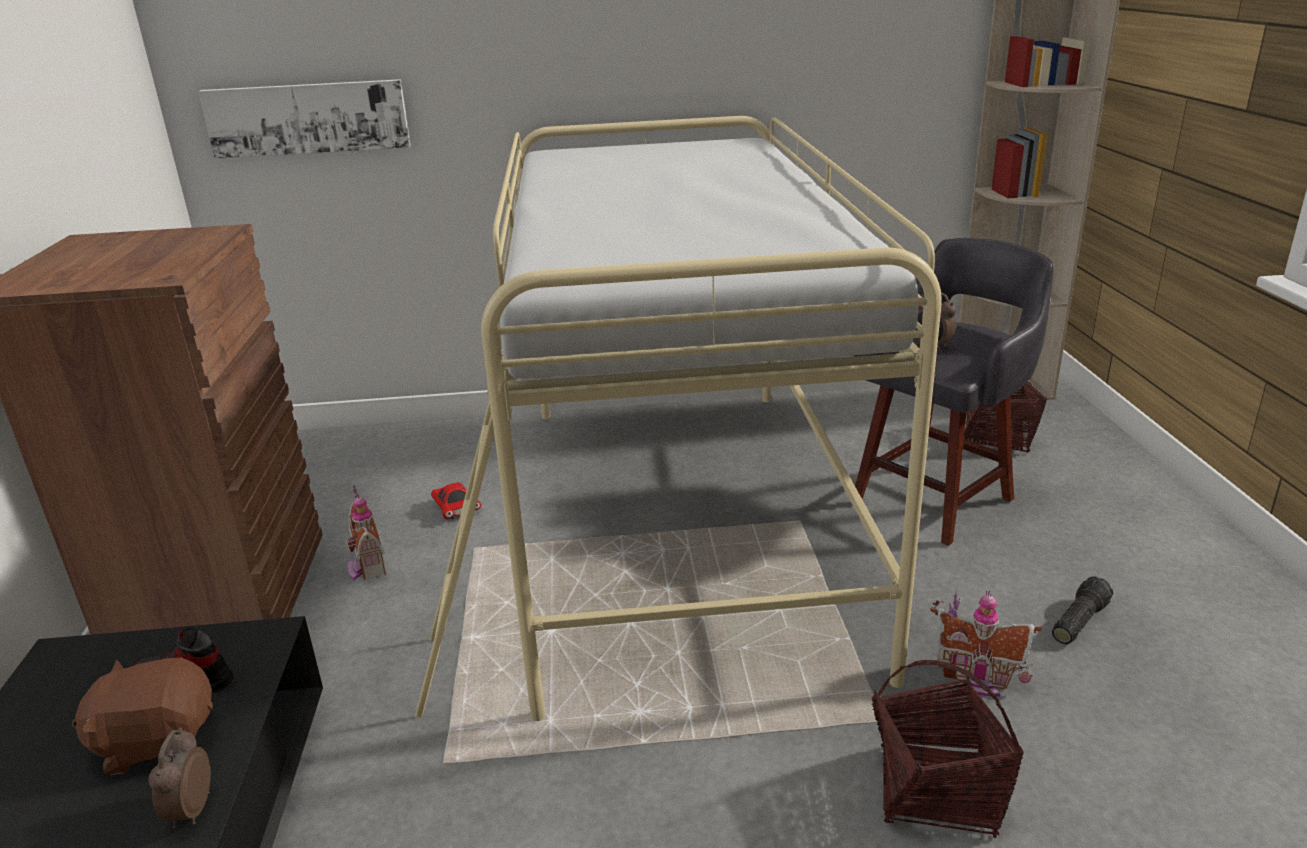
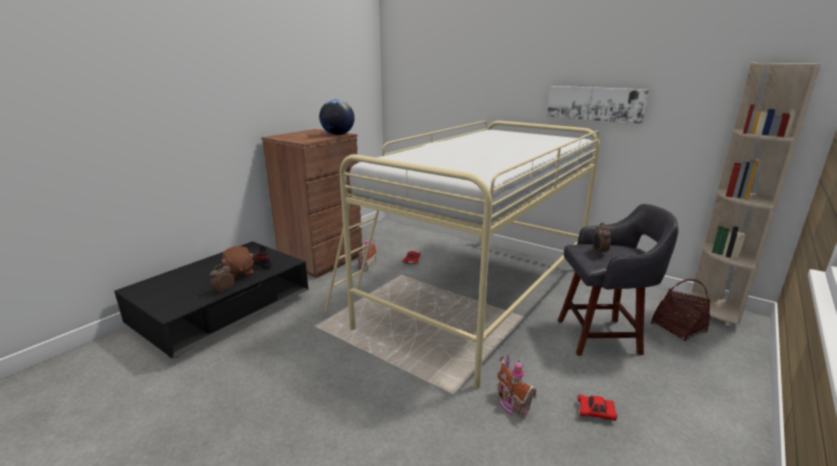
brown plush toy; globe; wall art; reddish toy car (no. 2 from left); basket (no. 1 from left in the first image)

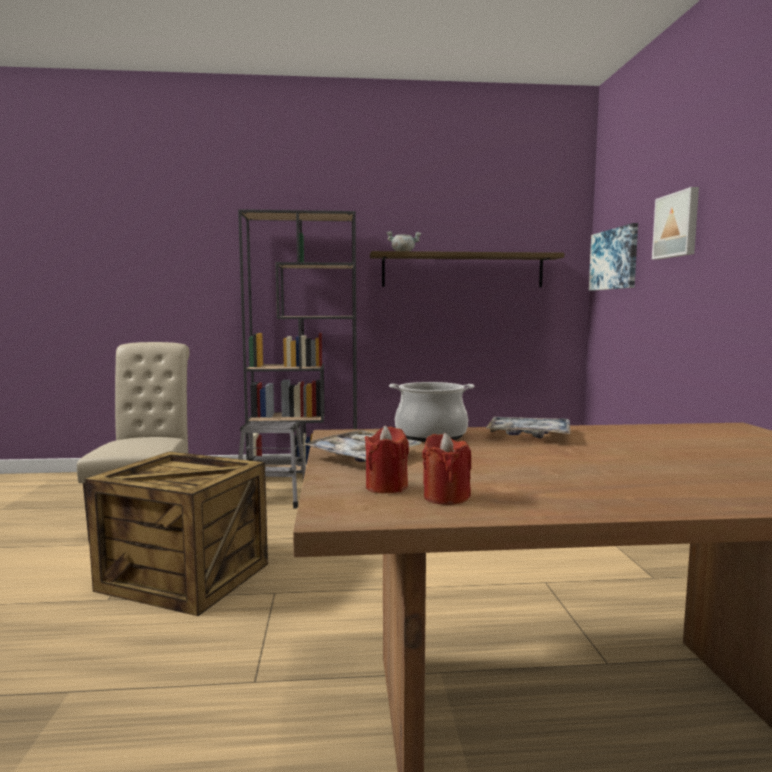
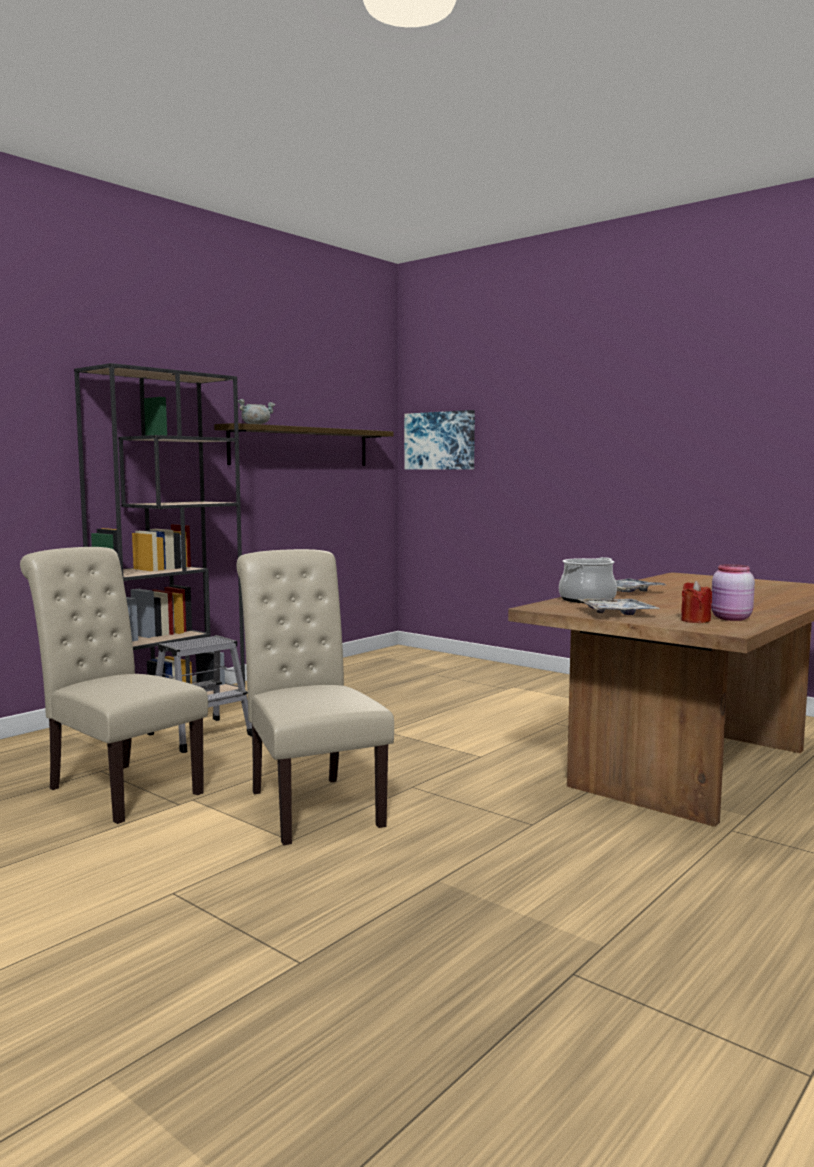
beige plain chair (no. 2 from left); pinkish storage jar; wall art (no. 2 from left in the first image)

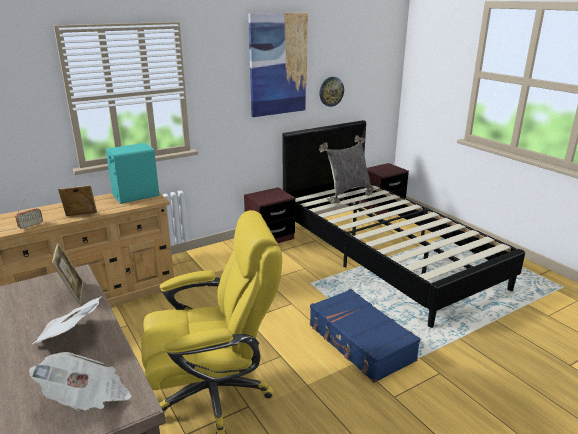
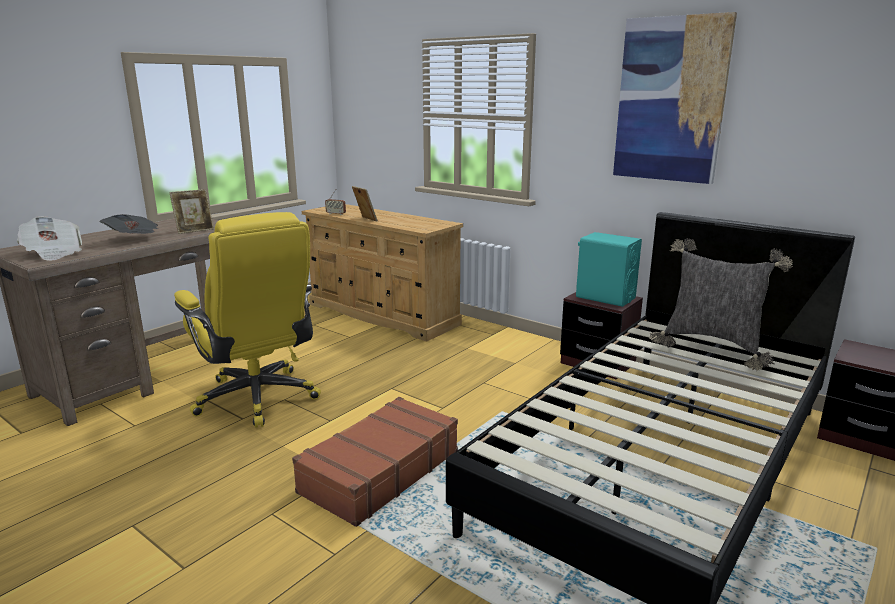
brown suitcase; blue-green speaker; clock on the wall

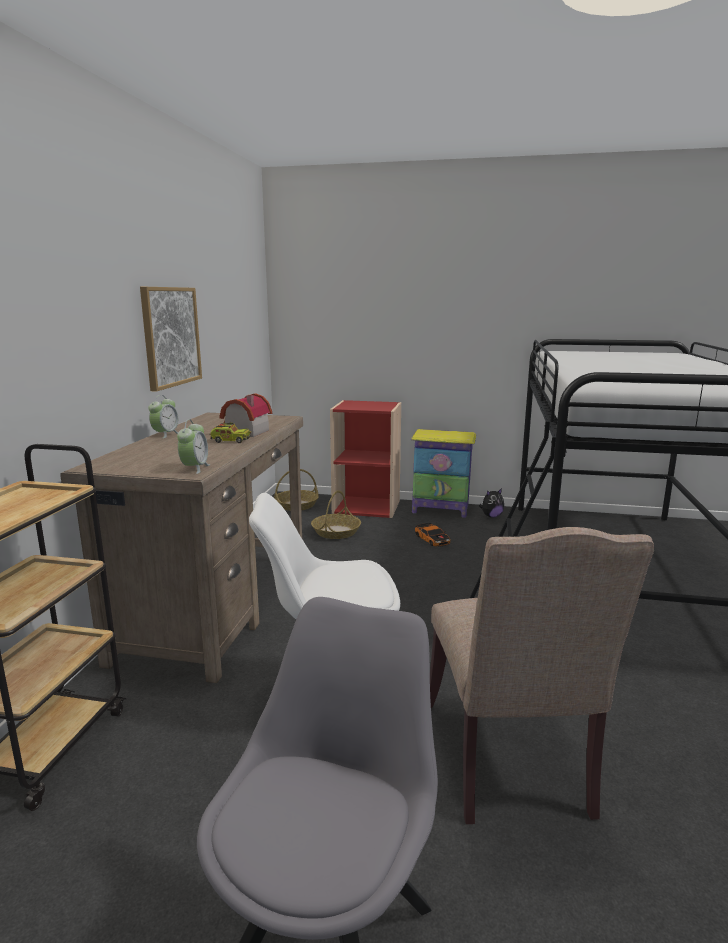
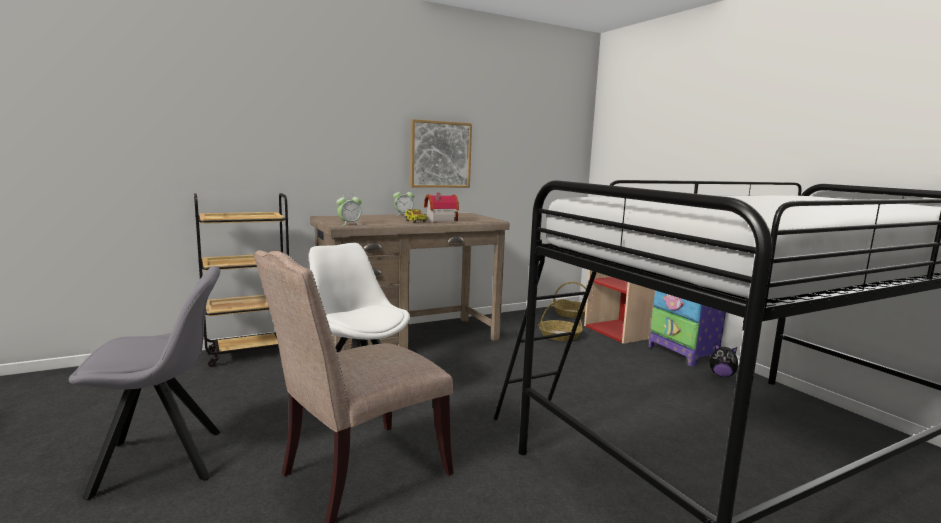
toy car

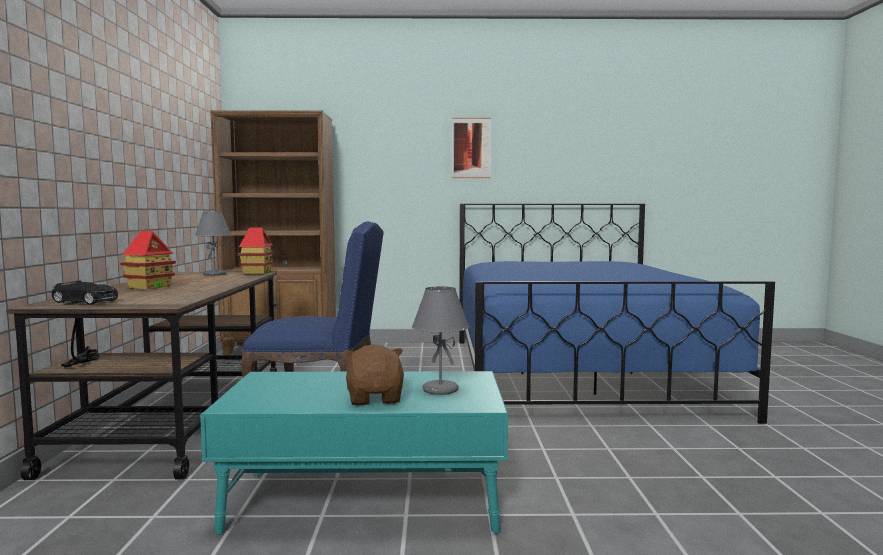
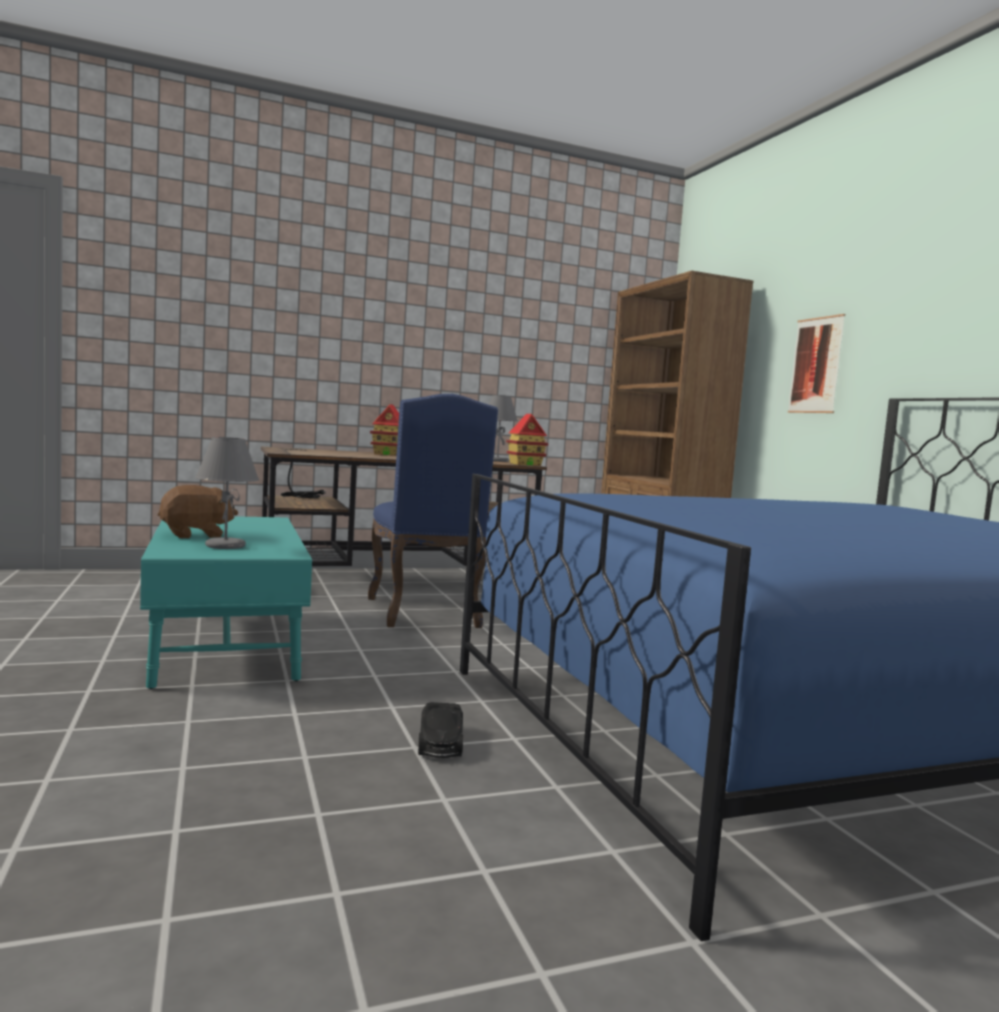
black toy car; wall art

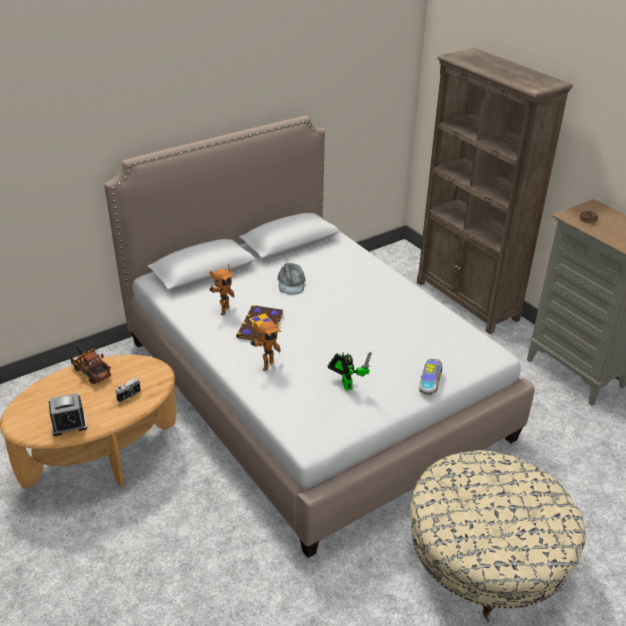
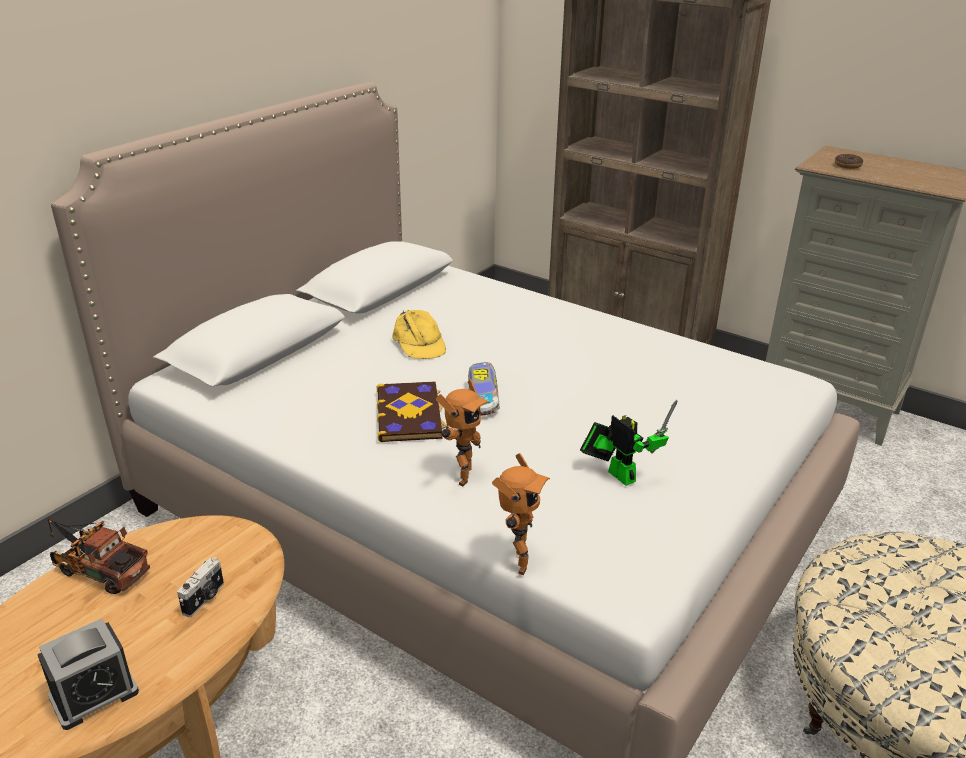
yellowish baseball cap; toy car; robot figure (no. 2 from left)

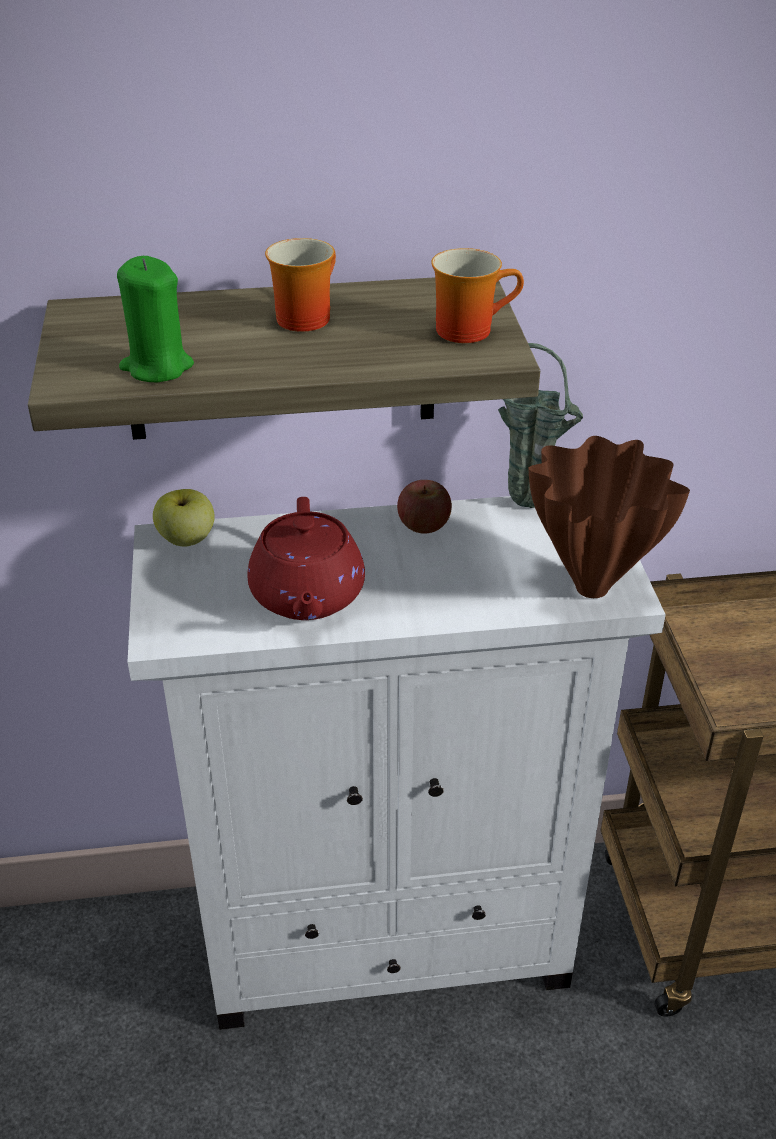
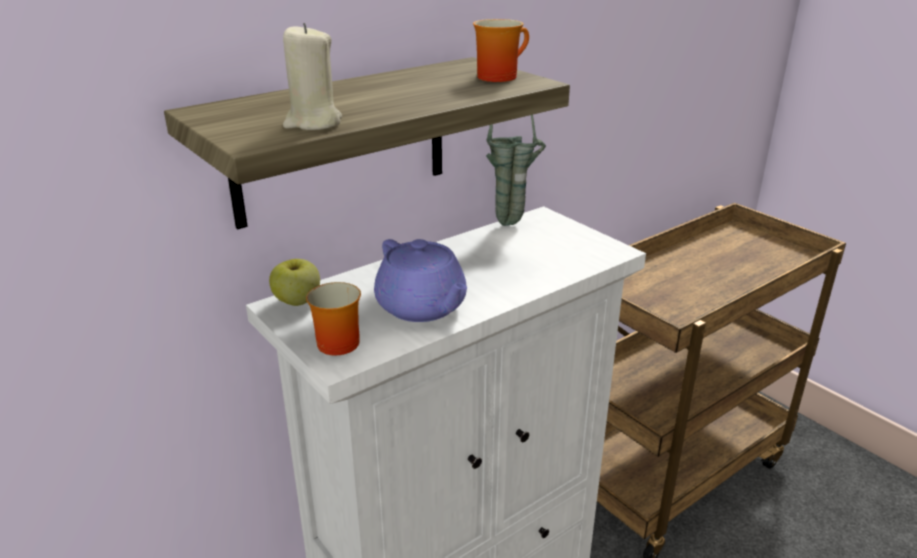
beige candle; tea mug (no. 1 from left); purple tea pot; whole apple (no. 2 from left in the first image); brown vase

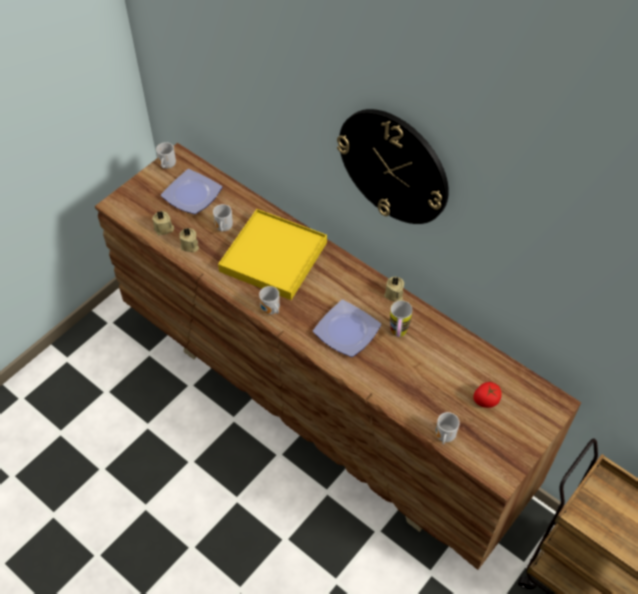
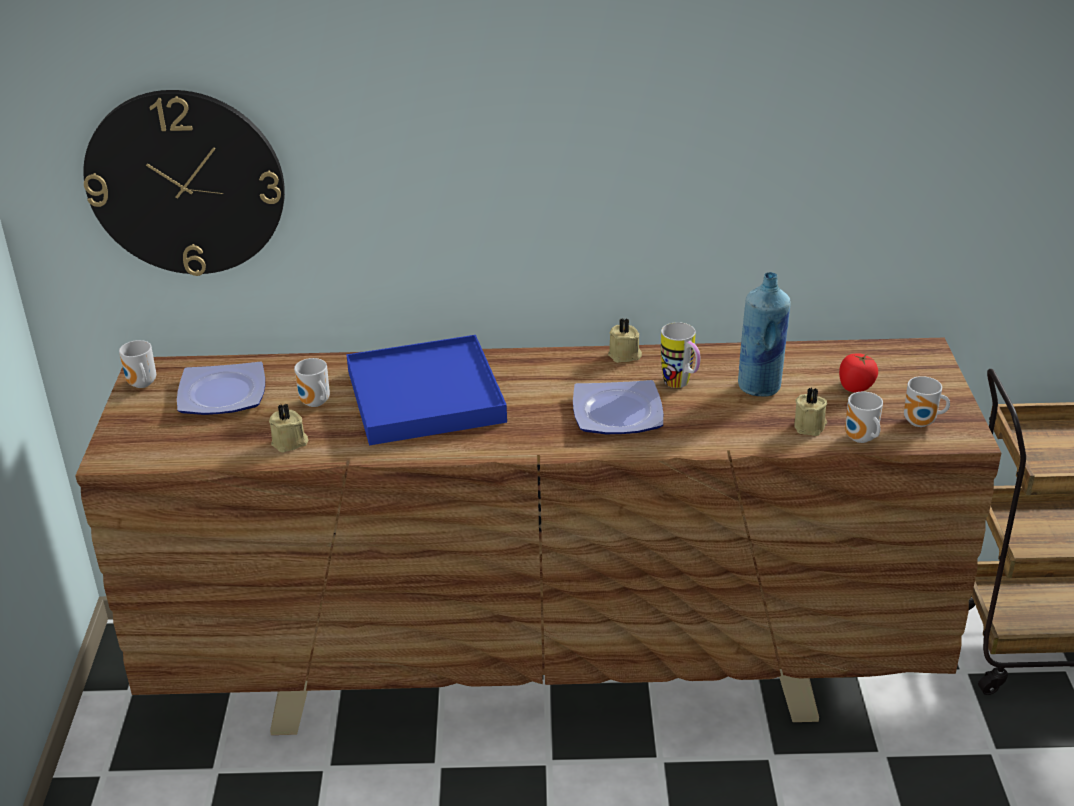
clock on the wall; blue tray; blue bottle; beige candle (no. 3 from left); tea mug (no. 5 from left)

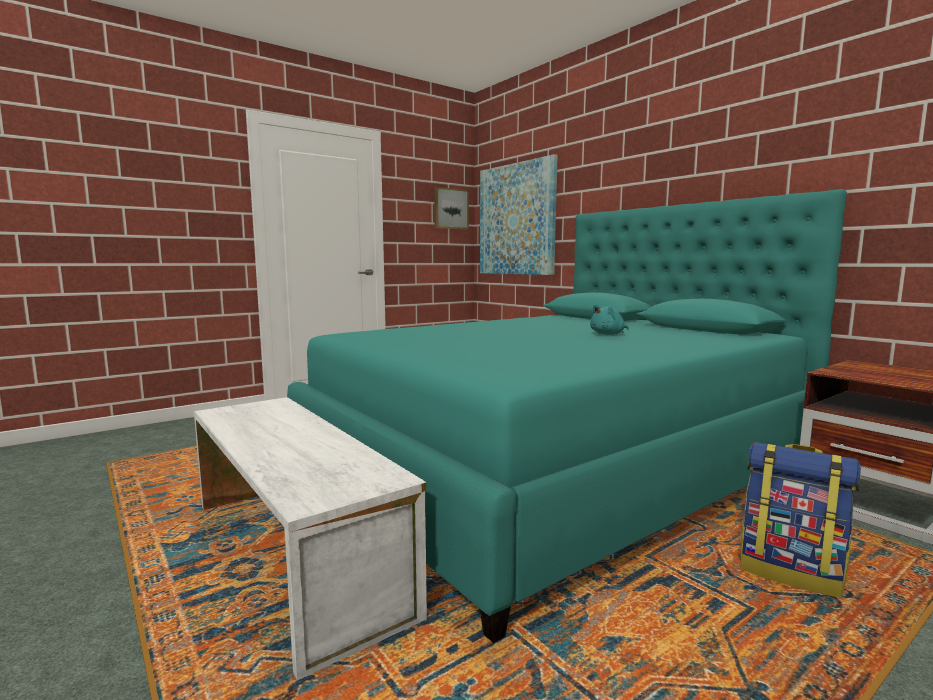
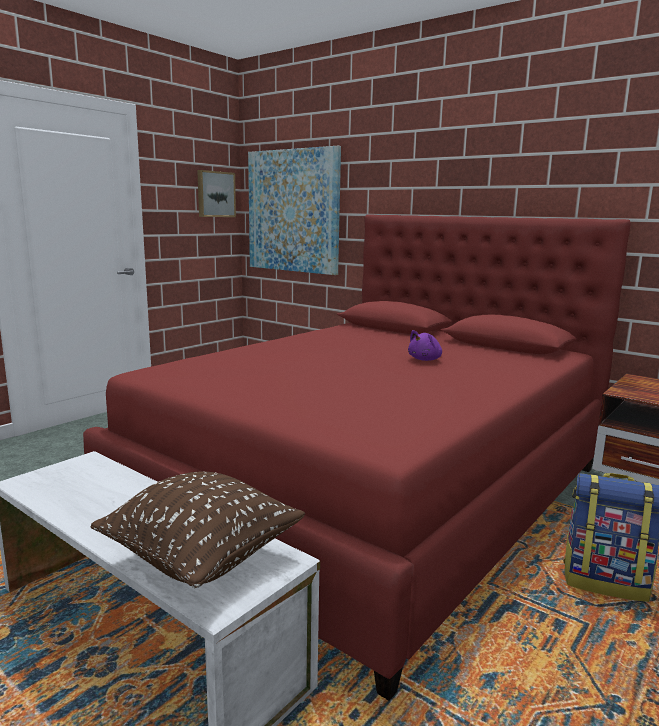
reddish bed; brown throw pillow; purple plush toy

